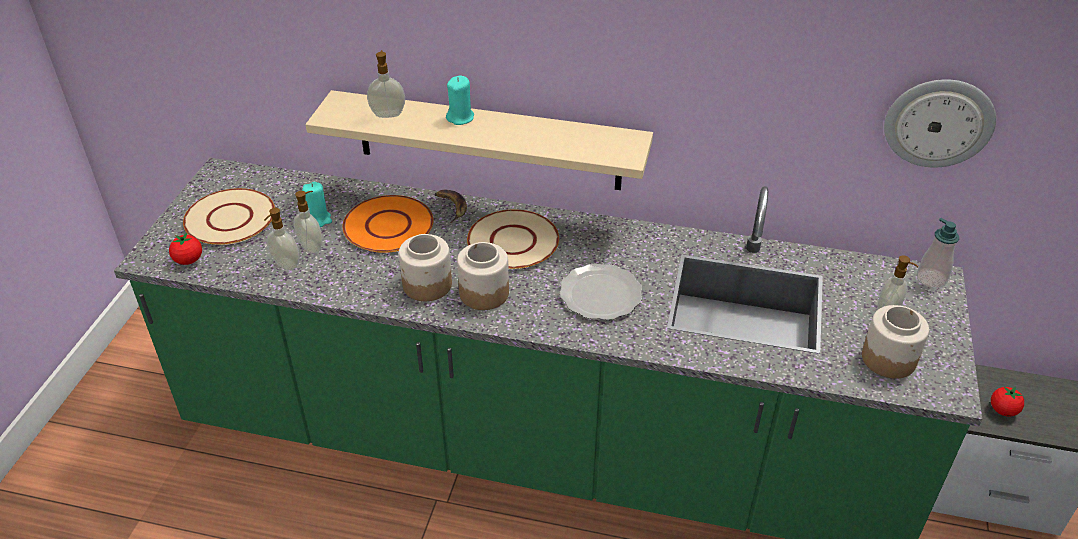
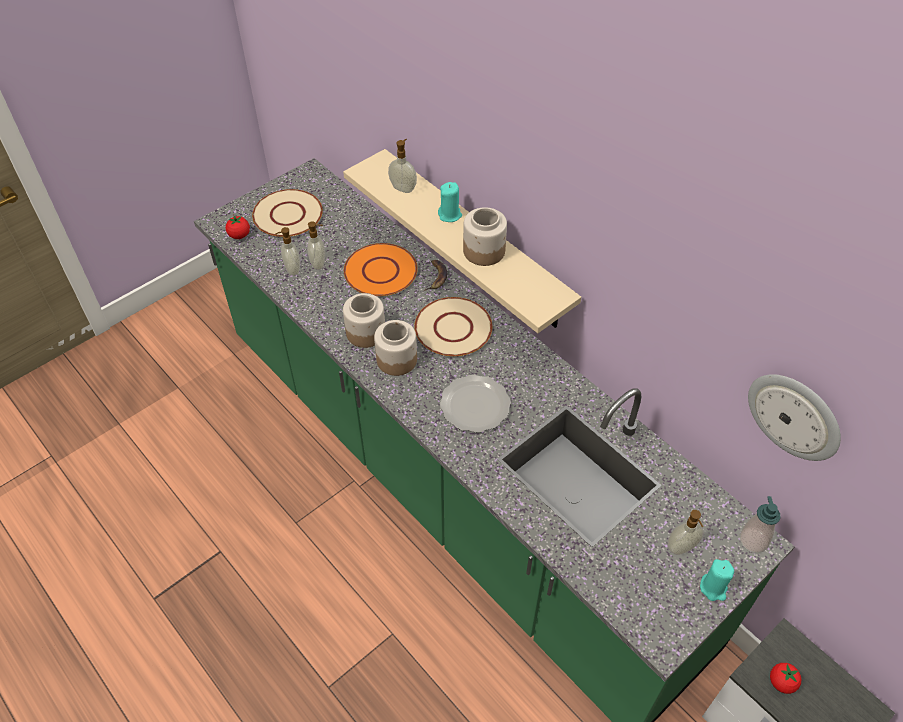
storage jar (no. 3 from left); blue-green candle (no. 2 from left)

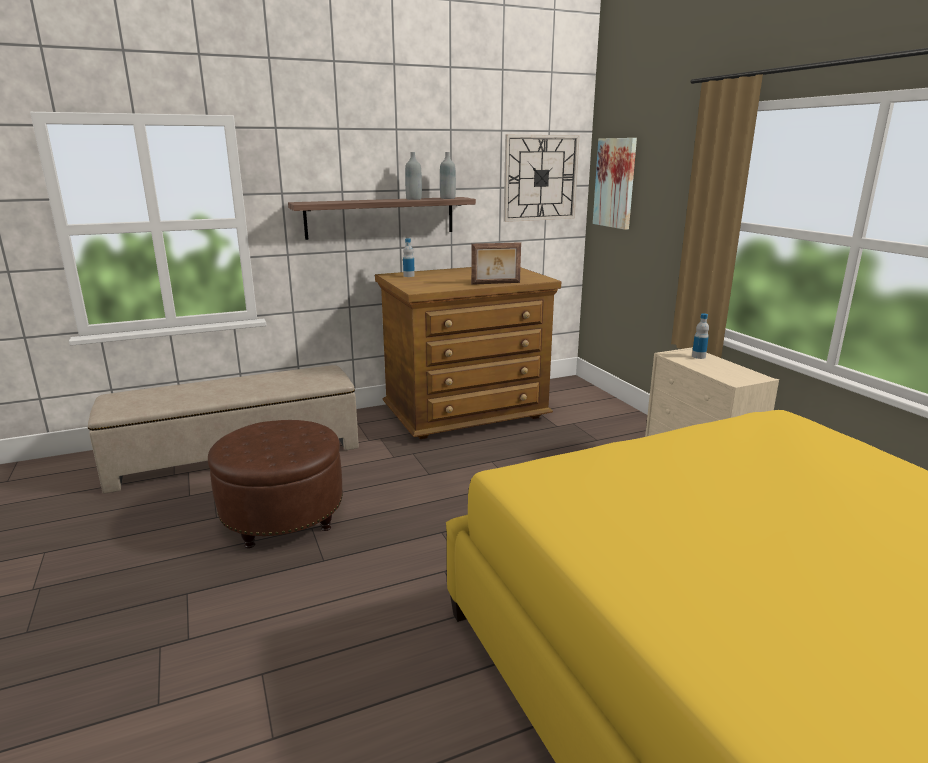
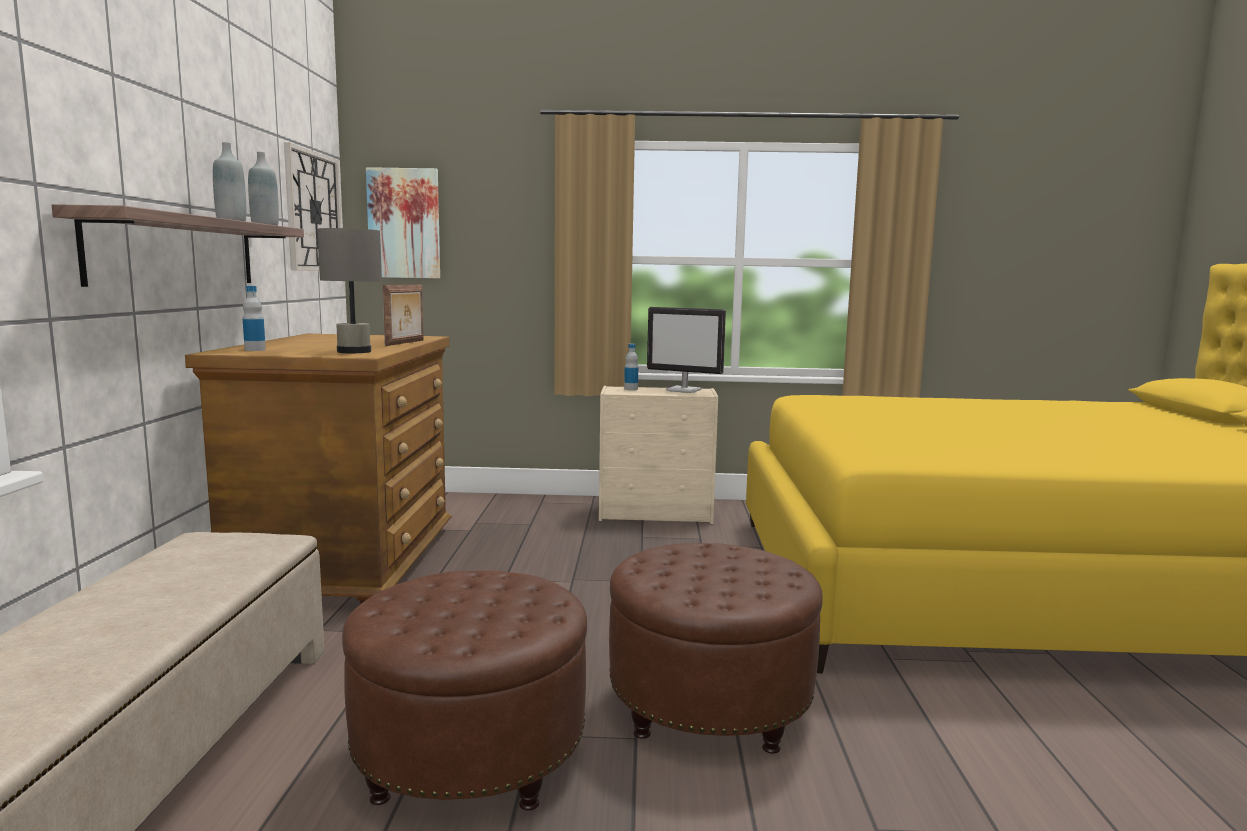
greyish lamp for a table; brown ottoman (no. 2 from left); monitor

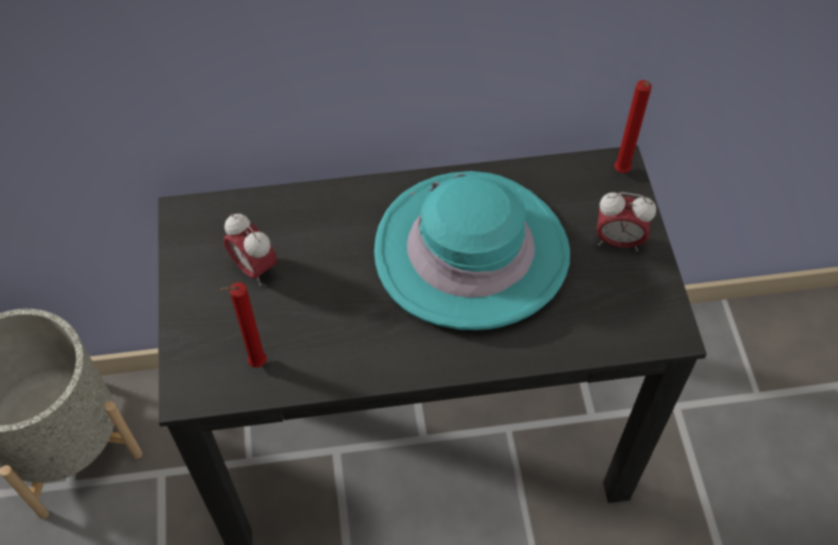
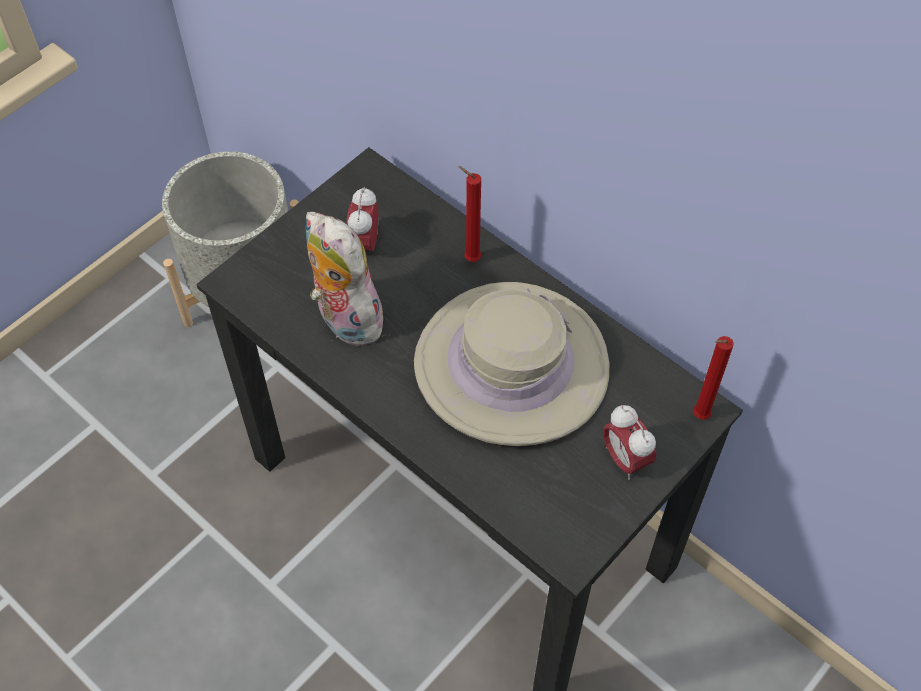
plush toy; beige clothing hat; reddish candle (no. 1 from left)

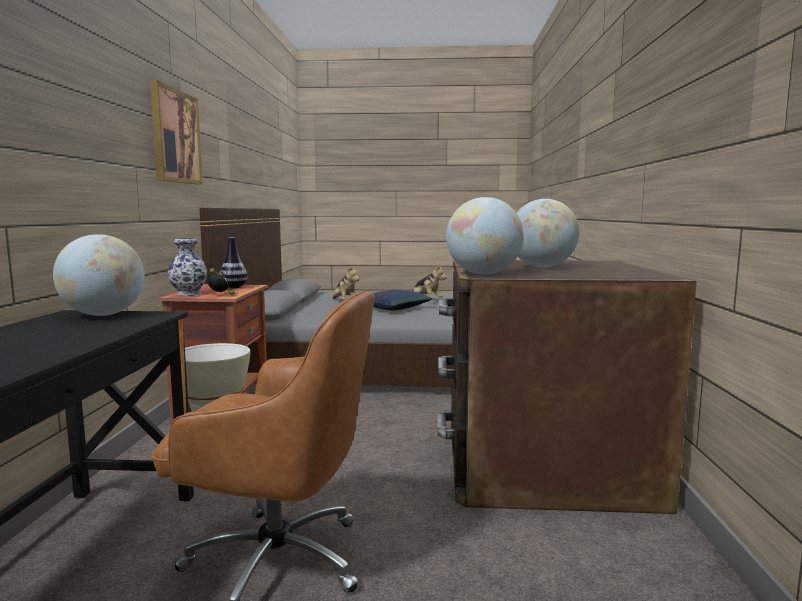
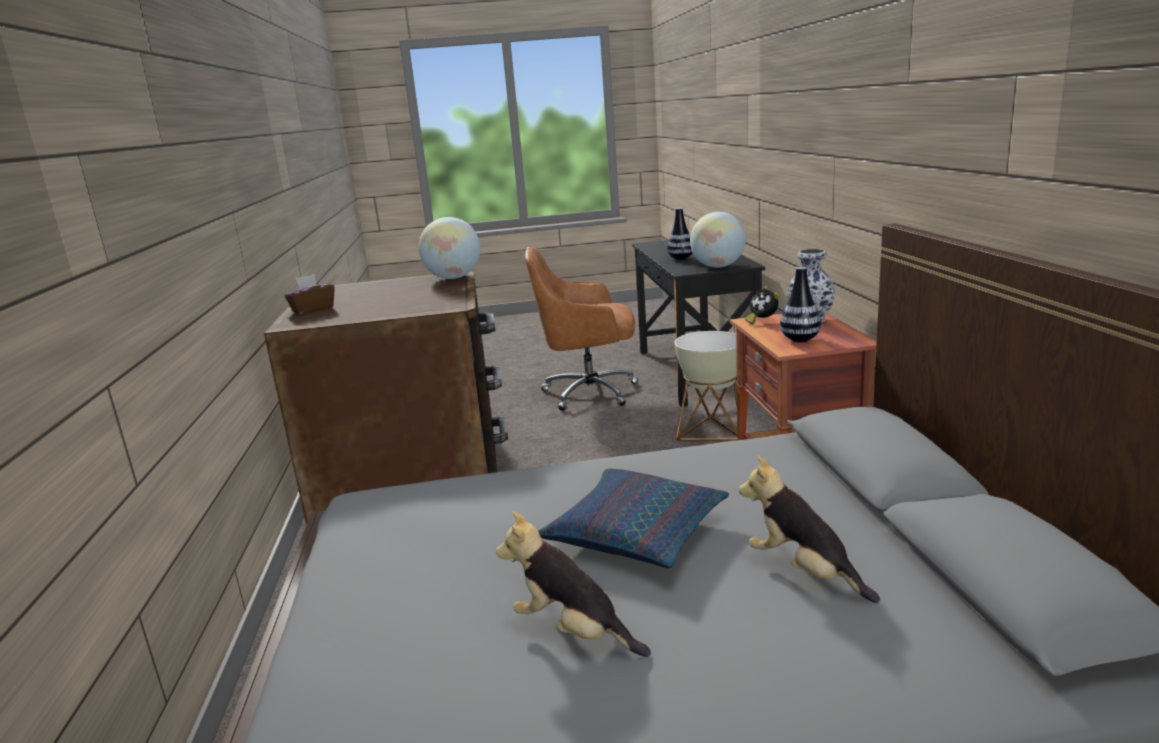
brown tissue holder; vase (no. 1 from left); wall art; globe (no. 3 from left in the first image)

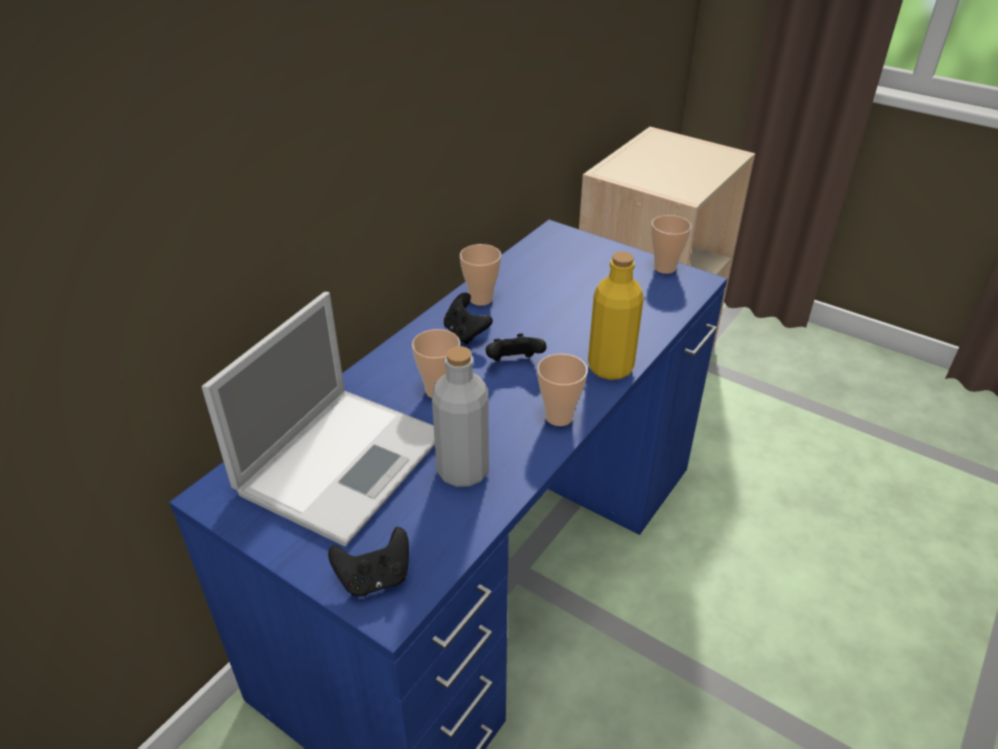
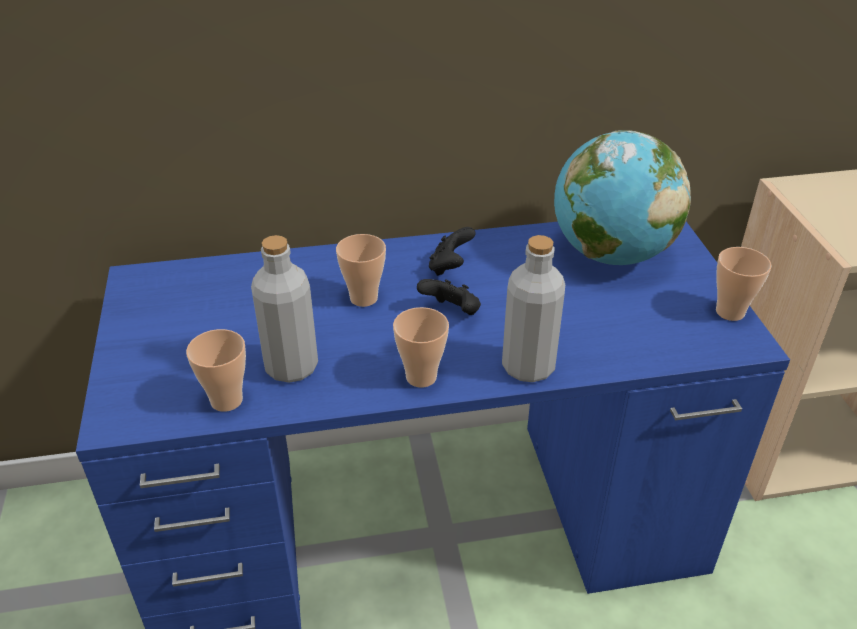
cup (no. 1 from left); greyish bottle (no. 2 from left); globe; portable computer; black joypad (no. 1 from left in the first image)

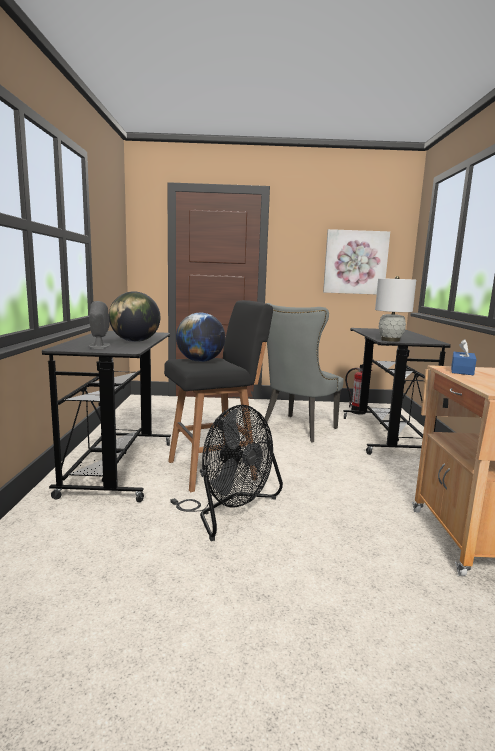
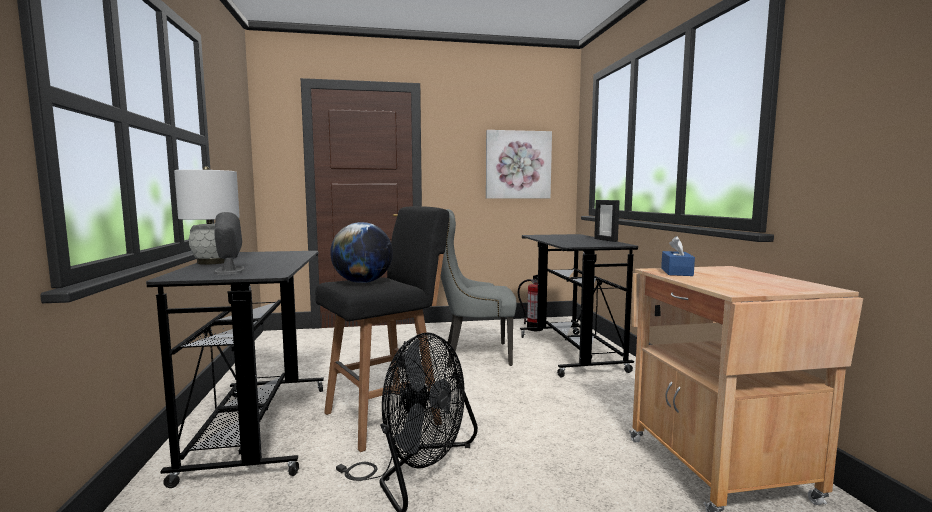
whitish lamp for a table; greyish plain chair; photo frame; globe (no. 1 from left in the first image)

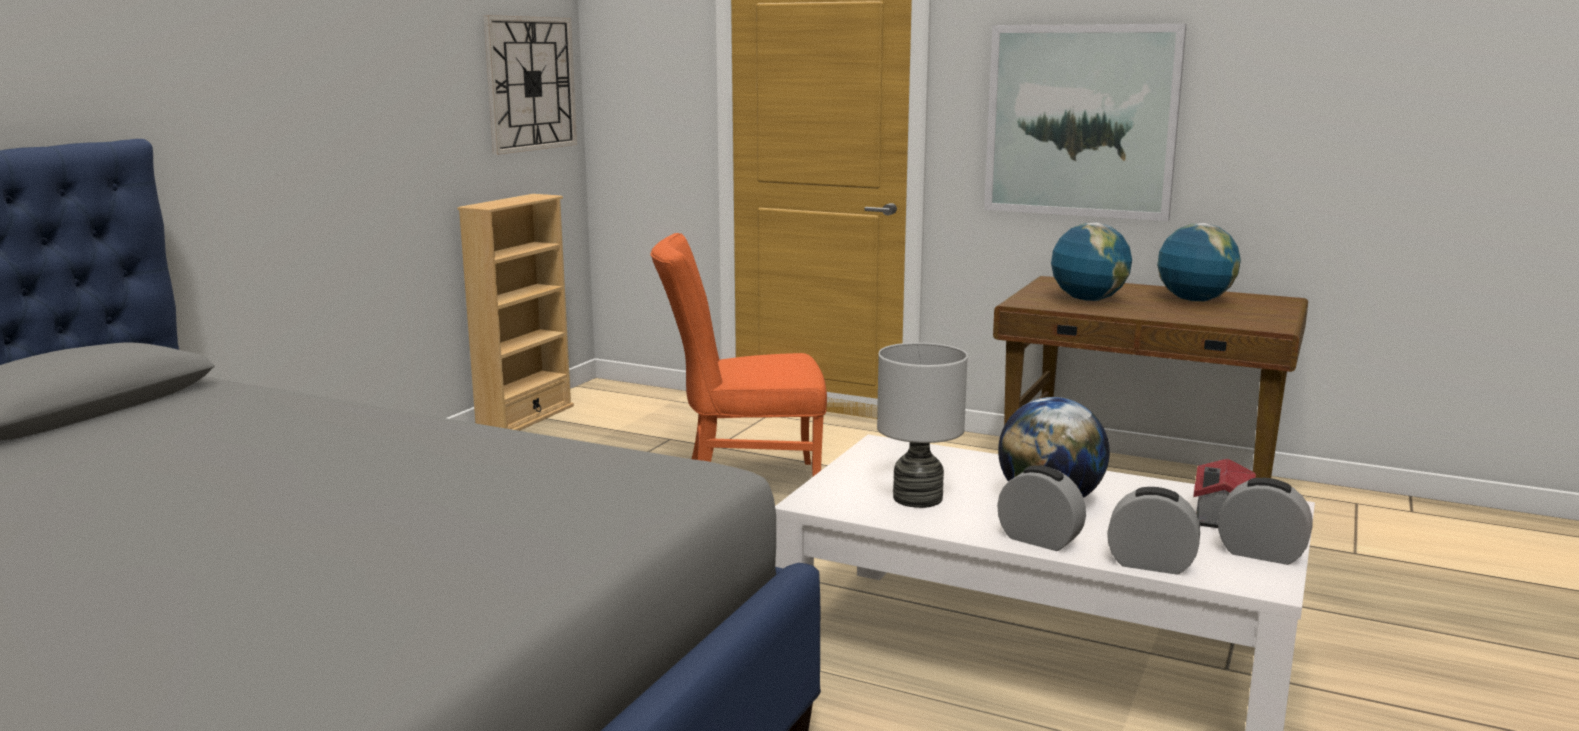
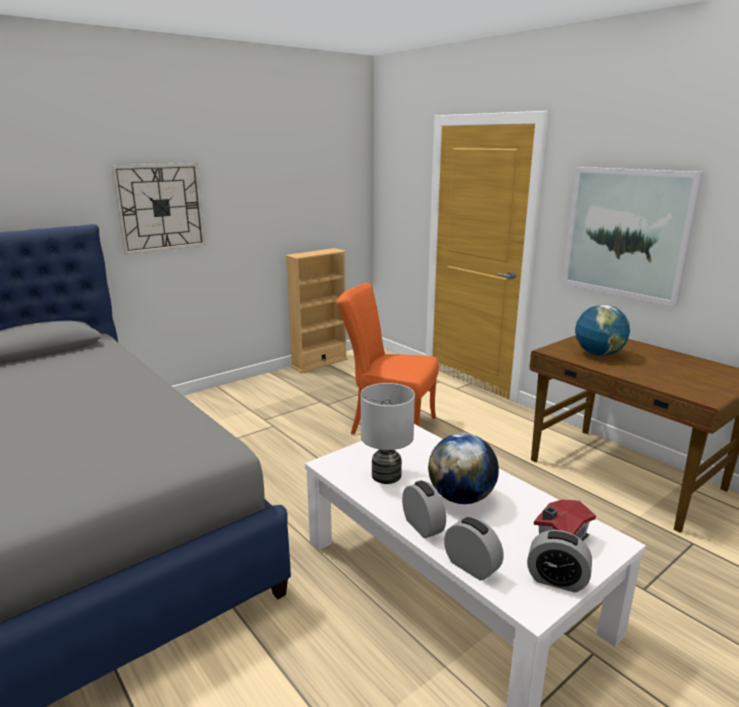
clock on the wall; table clock (no. 3 from left); globe (no. 3 from left in the first image)

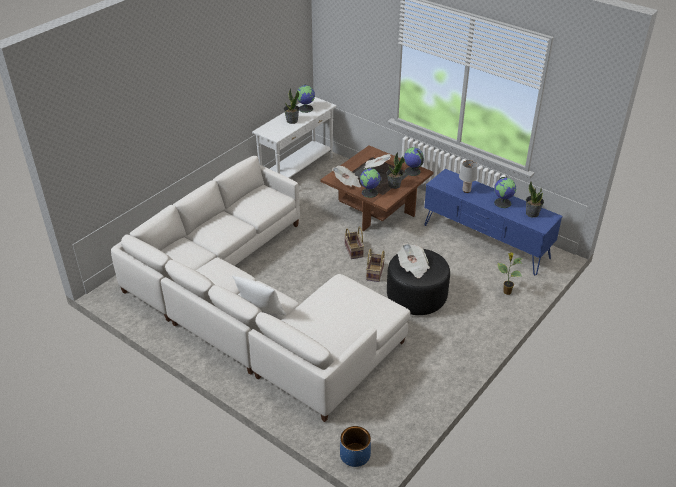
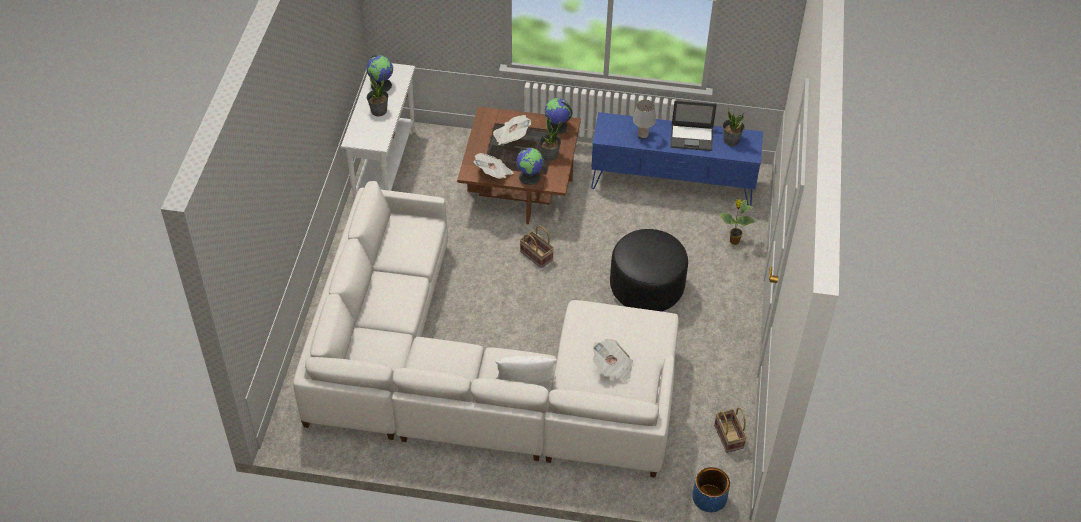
printed paper (no. 3 from left); portable computer; basket (no. 2 from left)

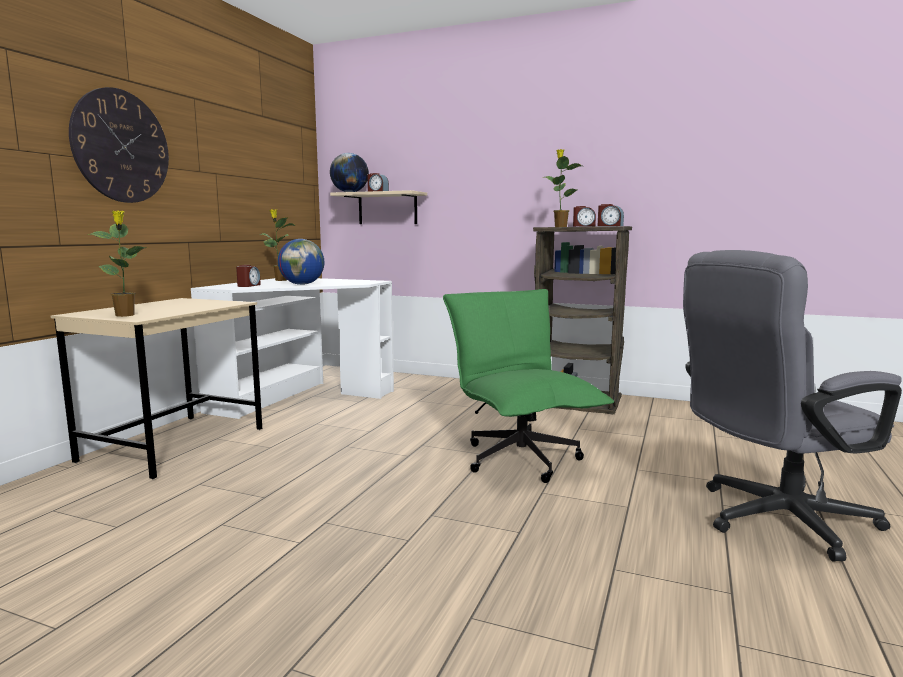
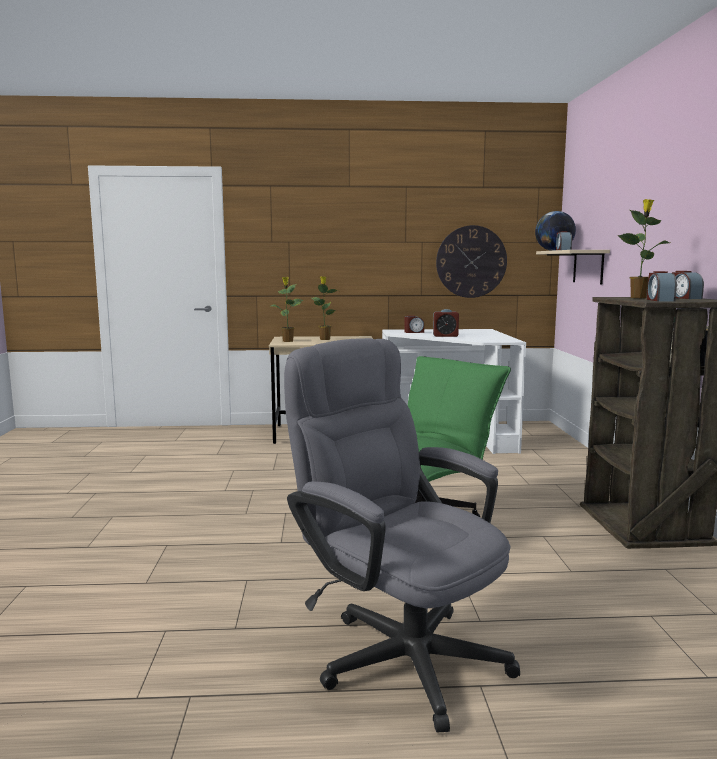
houseplant (no. 2 from left); table clock (no. 2 from left); clock on the wall

